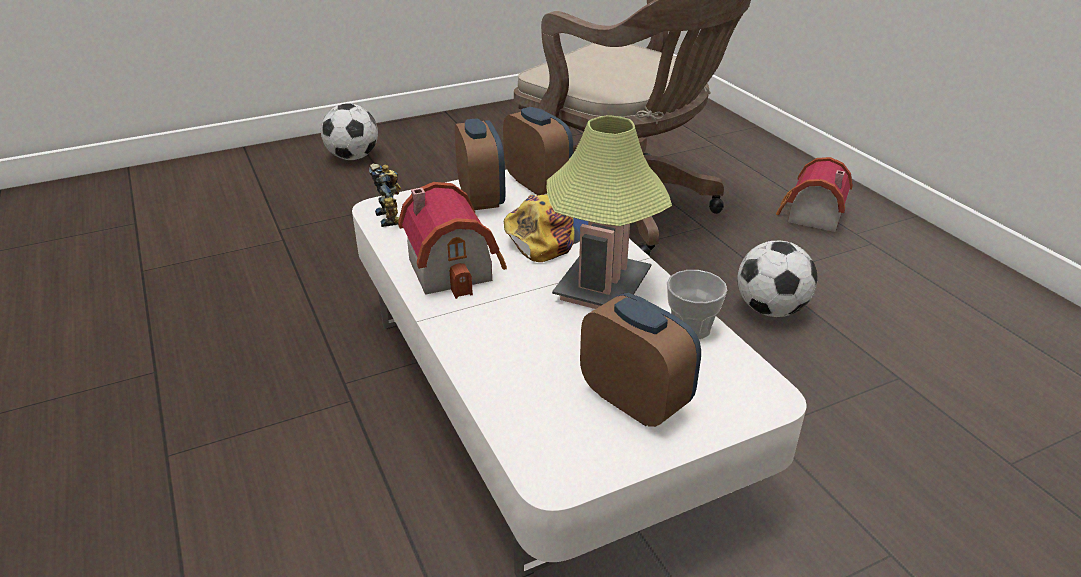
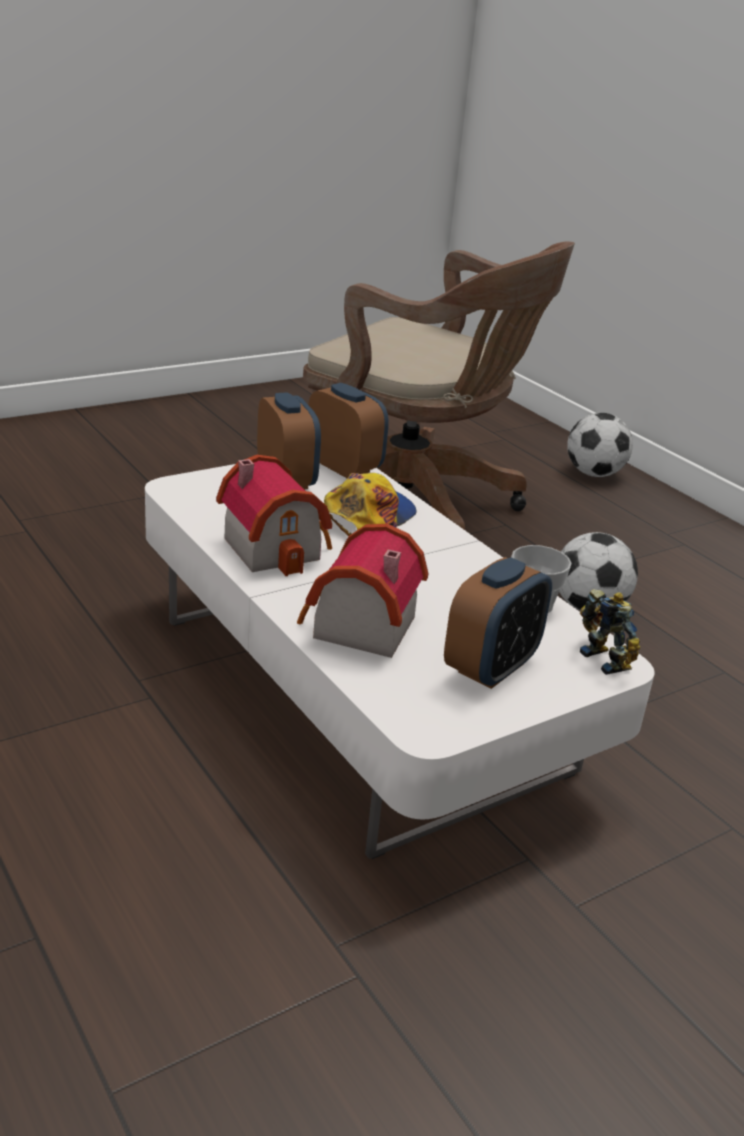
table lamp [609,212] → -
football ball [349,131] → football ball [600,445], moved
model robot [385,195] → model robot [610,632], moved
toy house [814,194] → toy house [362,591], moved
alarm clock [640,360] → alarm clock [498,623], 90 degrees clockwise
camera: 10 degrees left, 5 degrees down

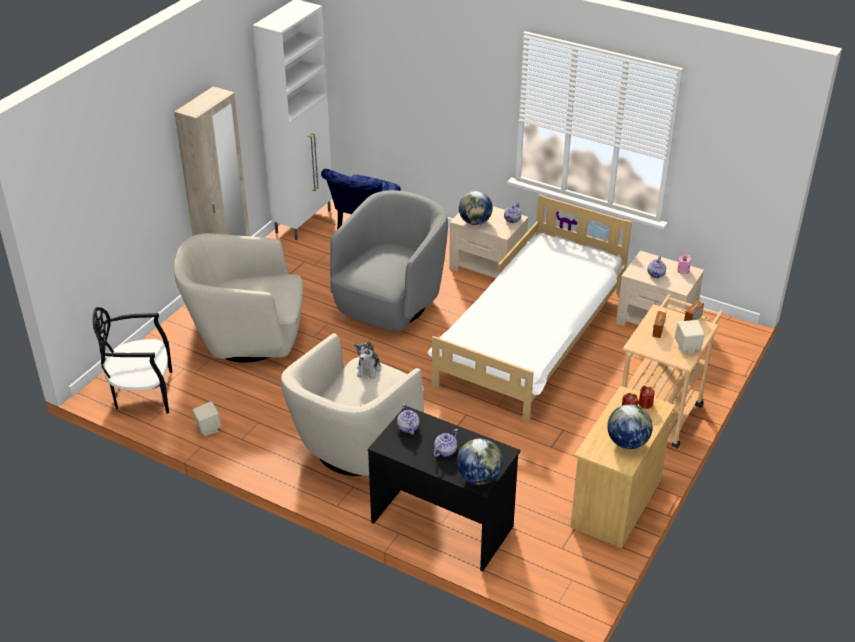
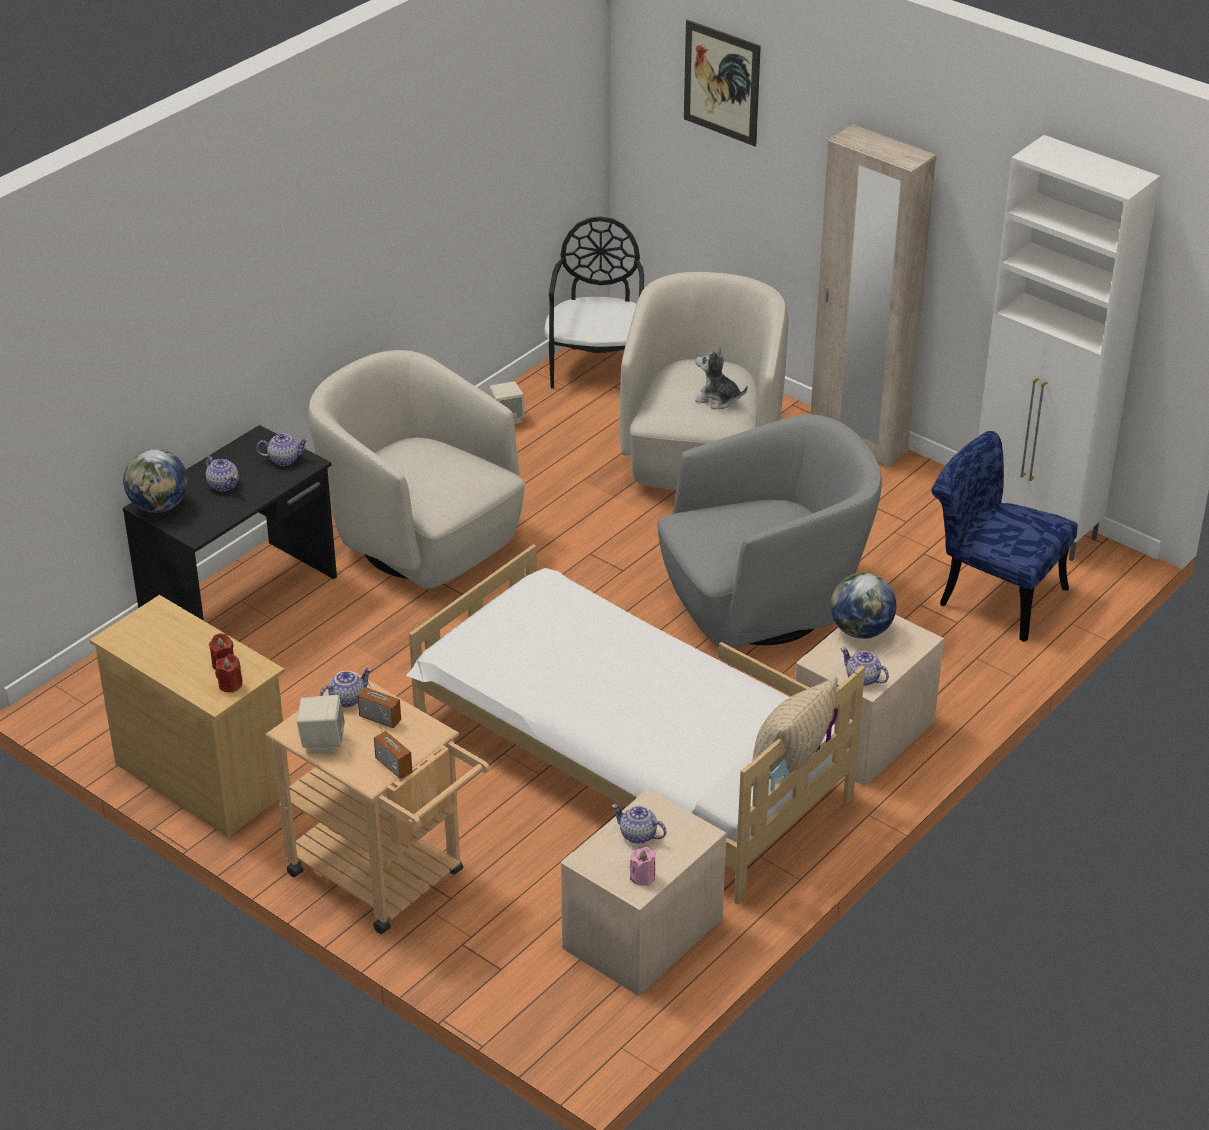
globe [630,426] → -
- → pot for tea [346,687]
- → picture [722,83]
- → beige pillow [794,731]
soft toy [368,360] → soft toy [721,378], moved
grey armchair [389,261] → grey armchair [769,531], 60 degrees counterclockwise
camera: 100 degrees right, 0 degrees up

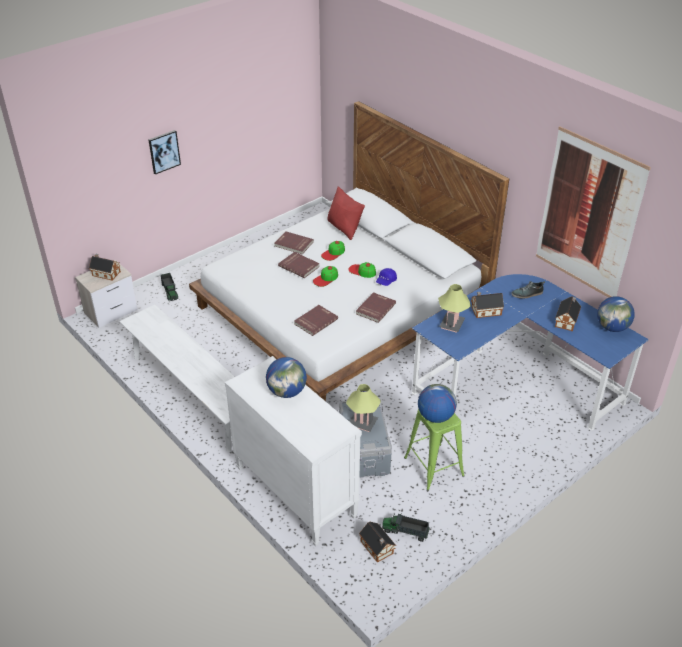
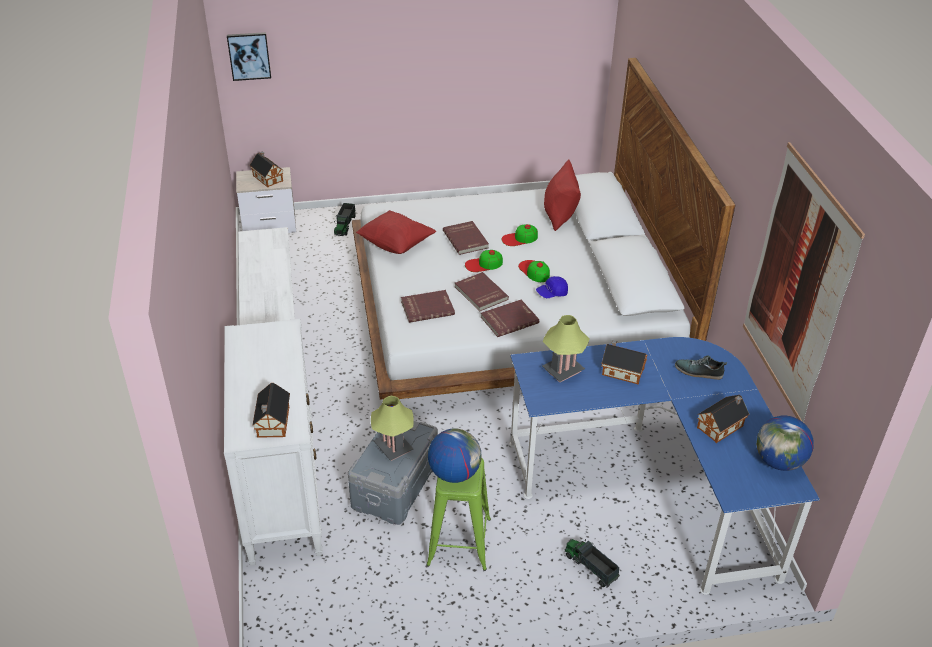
globe [286,377] → -
- → red-coloured pillow [396,232]
picture [164,152] → picture [249,56], moved
red-coloured bound book [294,242] → red-coloured bound book [482,291], moved
toy house [377,542] → toy house [271,410], moved
toy lorry [406,527] → toy lorry [592,563], moved
camera: 30 degrees right, 0 degrees up

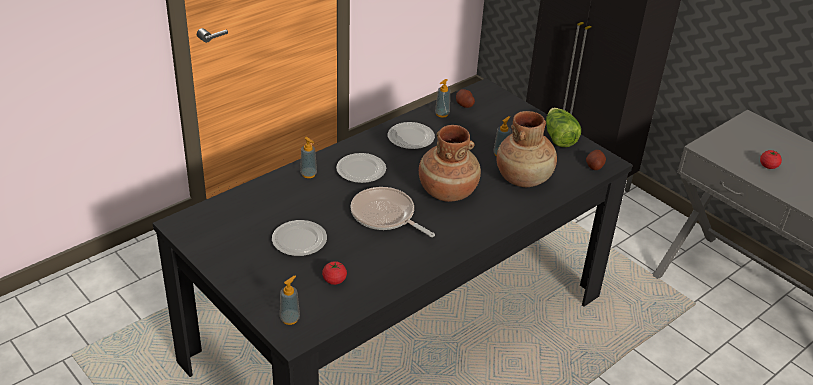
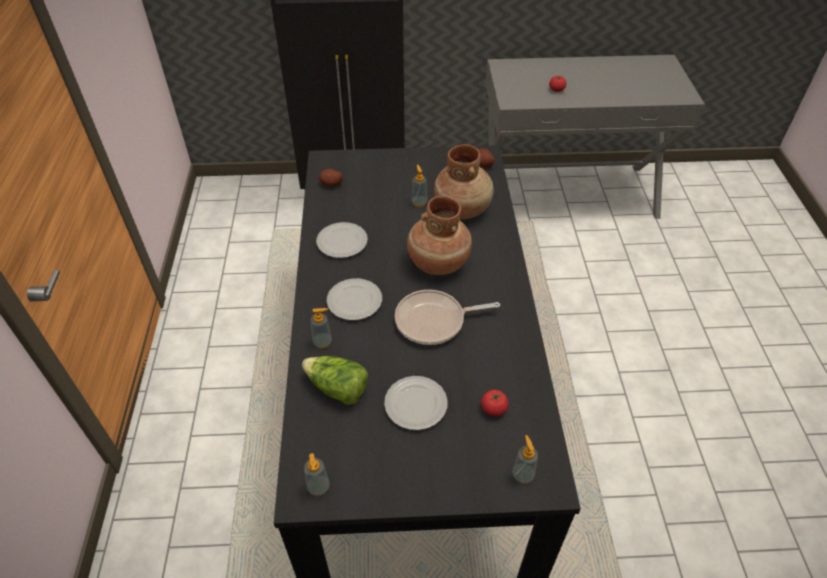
soap dispenser [442,98] → soap dispenser [317,474], moved
lettuce head [563,127] → lettuce head [335,380], moved
camera: 50 degrees left, 10 degrees up

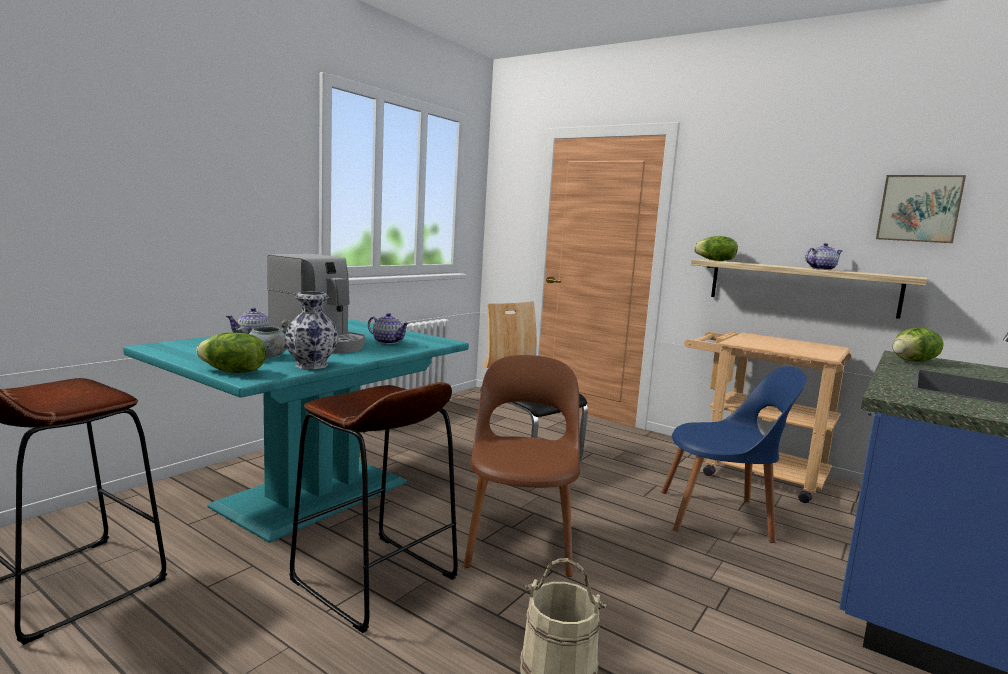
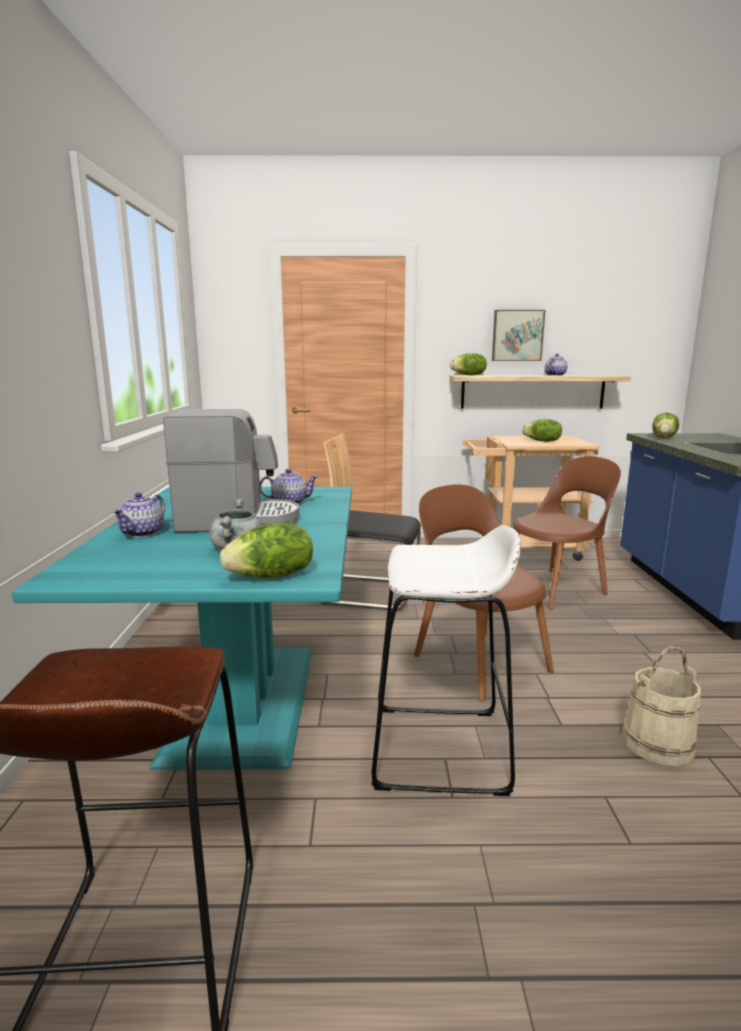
vase [311,330] → -
- → lettuce head [542,430]
picture [921,209] → picture [518,335], moved
brownish stool [373,507] → white-coloured stool [446,660]
blue plain chair [734,454] → brownish plain chair [567,532]
camera: 35 degrees left, 5 degrees up

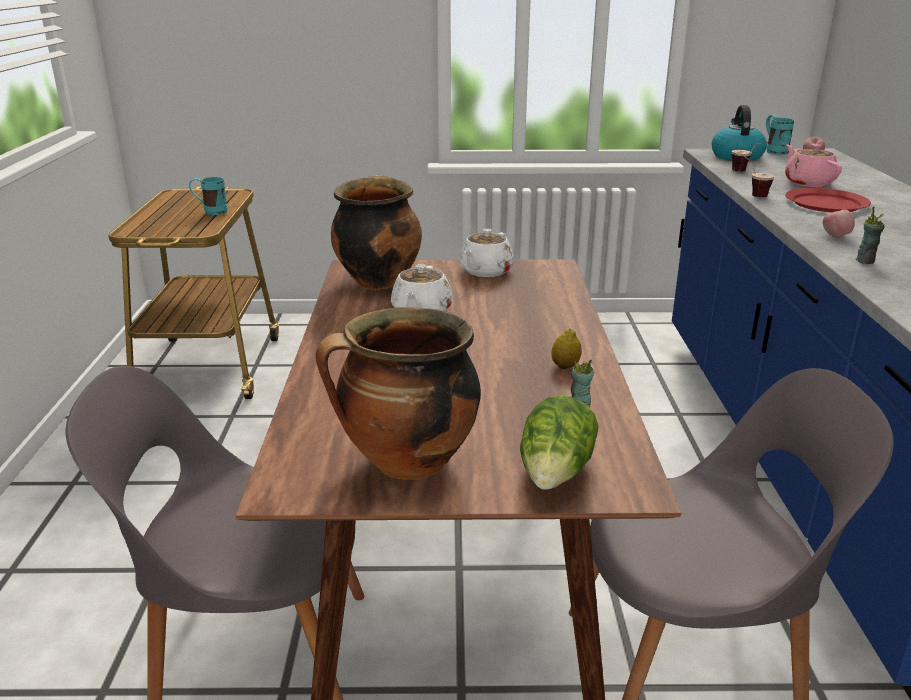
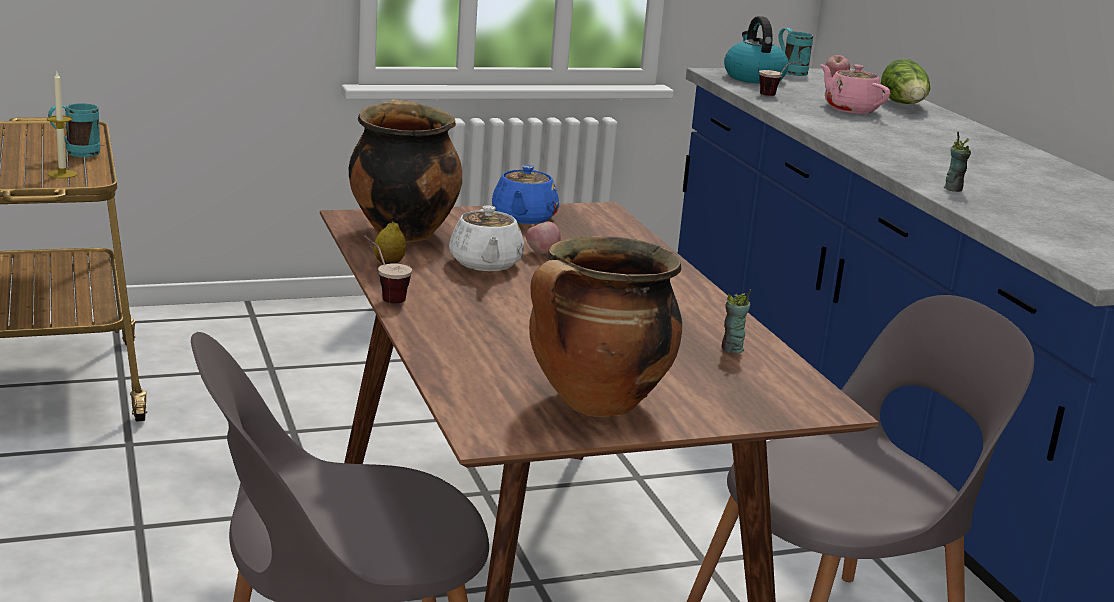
red-coloured dinner plate [828,200] → -
- → wax light [62,125]
lettuce head [559,442] → lettuce head [905,81], moved
lemon [566,348] → lemon [390,243], moved
drinking cup [758,176] → drinking cup [388,269], moved
apple fruit [839,223] → apple fruit [543,238], moved
white-coloured pot for tea [486,253] → blue pot for tea [525,194]
camera: 20 degrees left, 5 degrees down

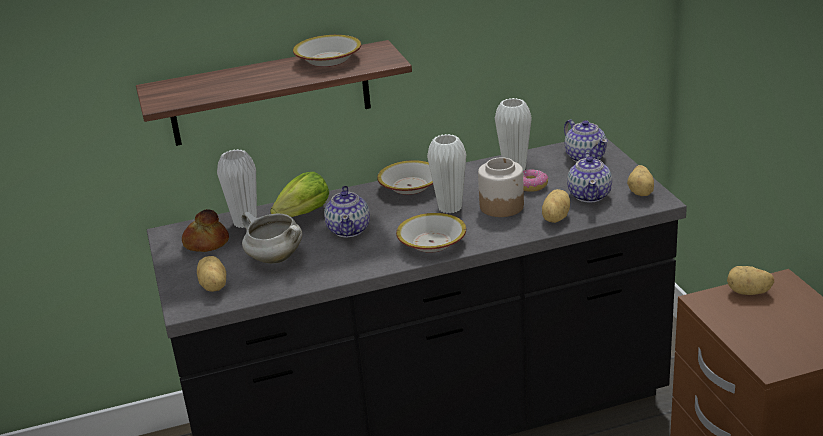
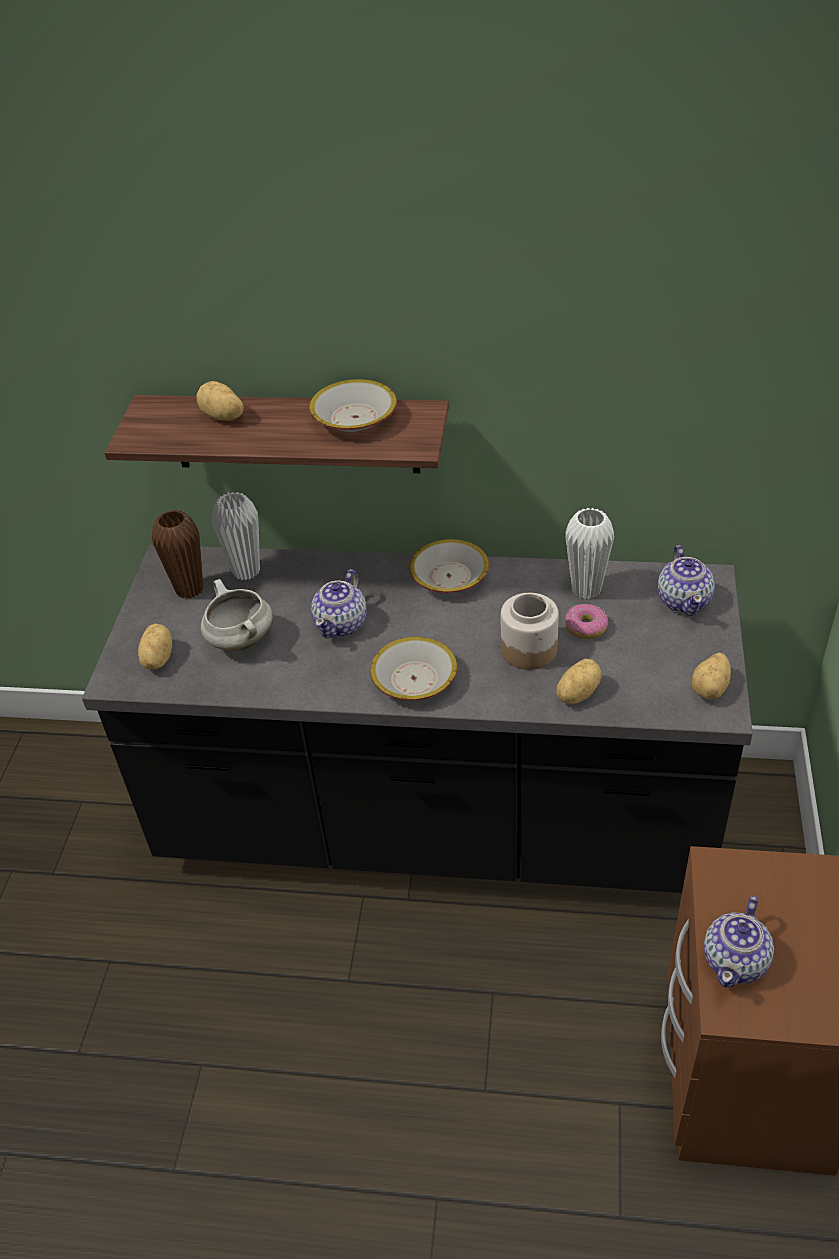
lettuce head [299,194] → -
white-coloured vase [446,174] → -
pot for tea [589,177] → pot for tea [739,942], moved
potato [750,280] → potato [220,401], moved
baked bread [205,230] → brownish vase [177,554]
camera: 25 degrees right, 15 degrees up

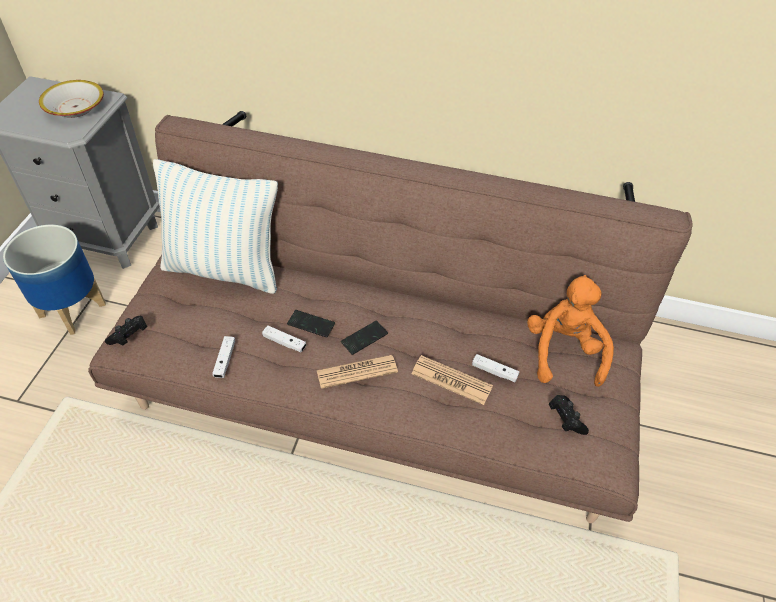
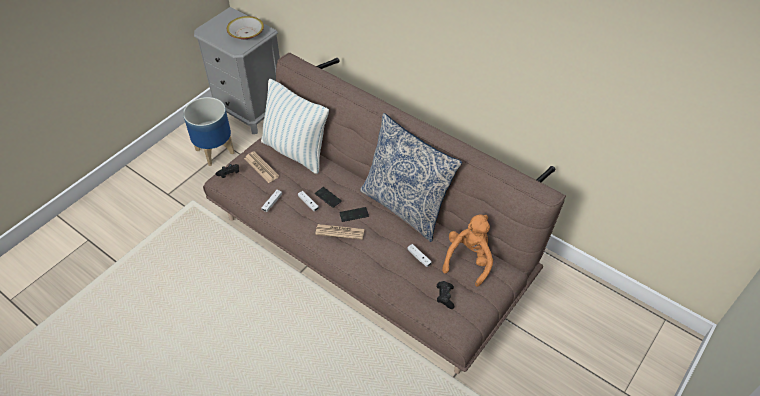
- → pillow [411,177]
newspaper [452,380] → newspaper [261,167], moved
camera: 25 degrees right, 0 degrees up

